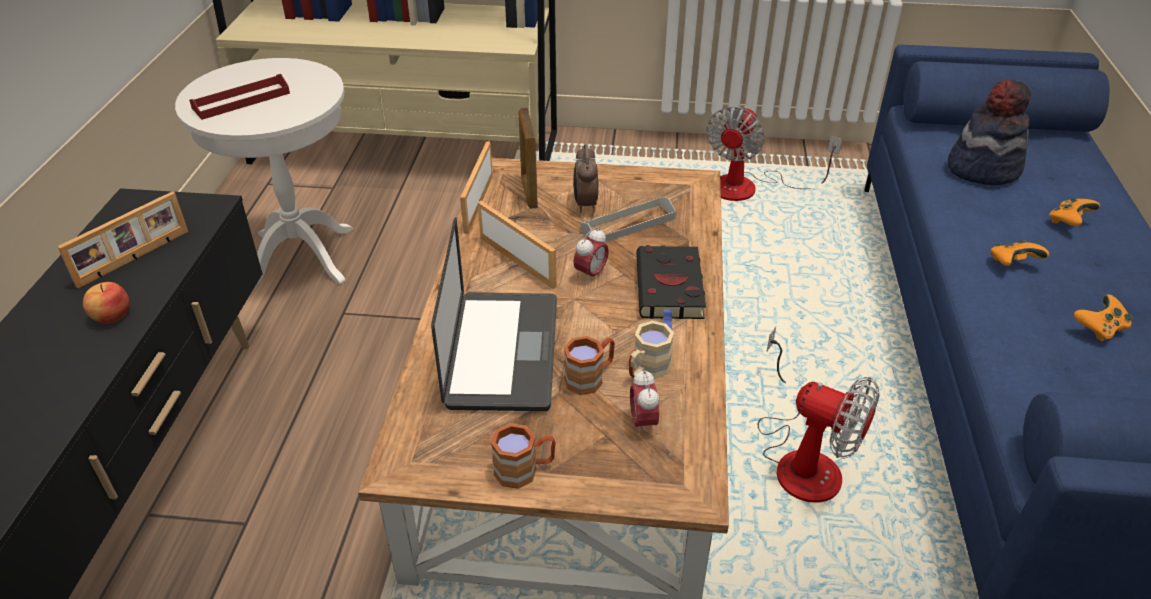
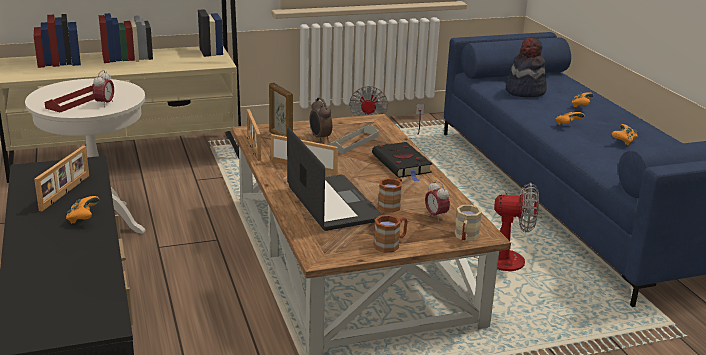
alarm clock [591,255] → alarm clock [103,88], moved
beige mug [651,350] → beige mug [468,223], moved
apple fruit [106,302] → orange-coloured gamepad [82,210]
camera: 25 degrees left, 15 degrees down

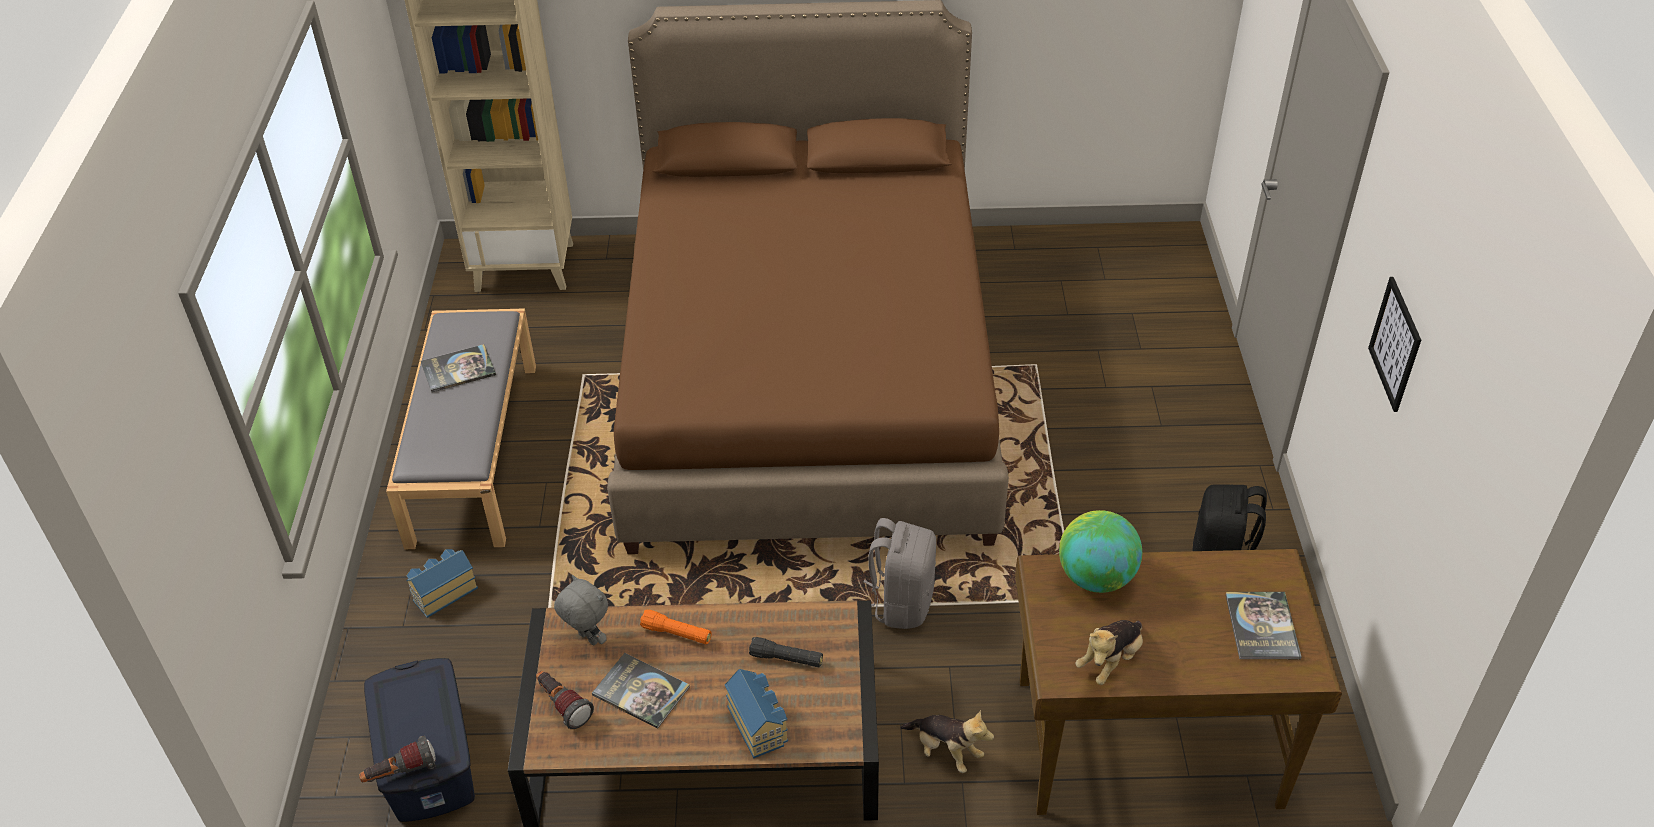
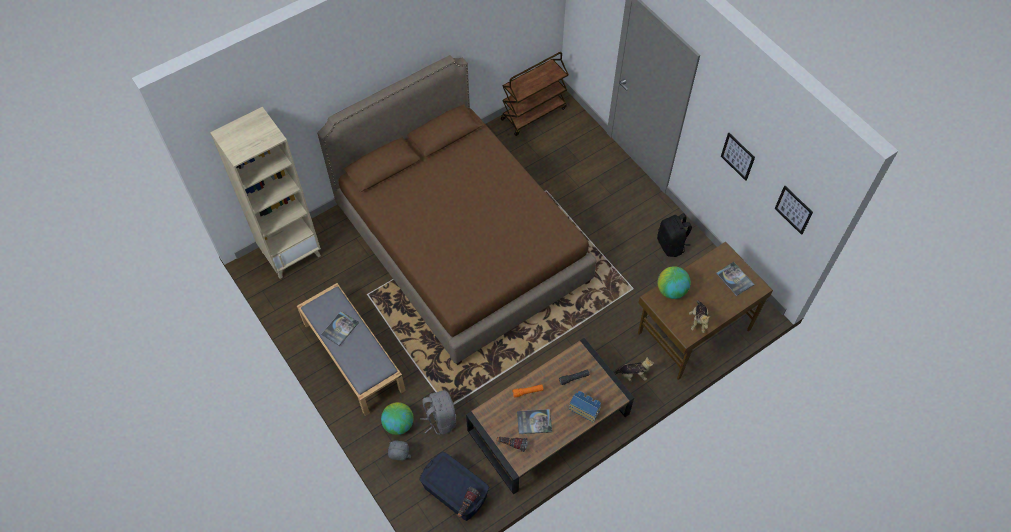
- → brownish trolley [535,94]
- → picture [794,210]
grey soft toy [581,610] → grey soft toy [399,451], moved
grey backpack [899,573] → grey backpack [438,412], moved
toy house [442,583] → globe [397,418]
camera: 35 degrees left, 15 degrees up

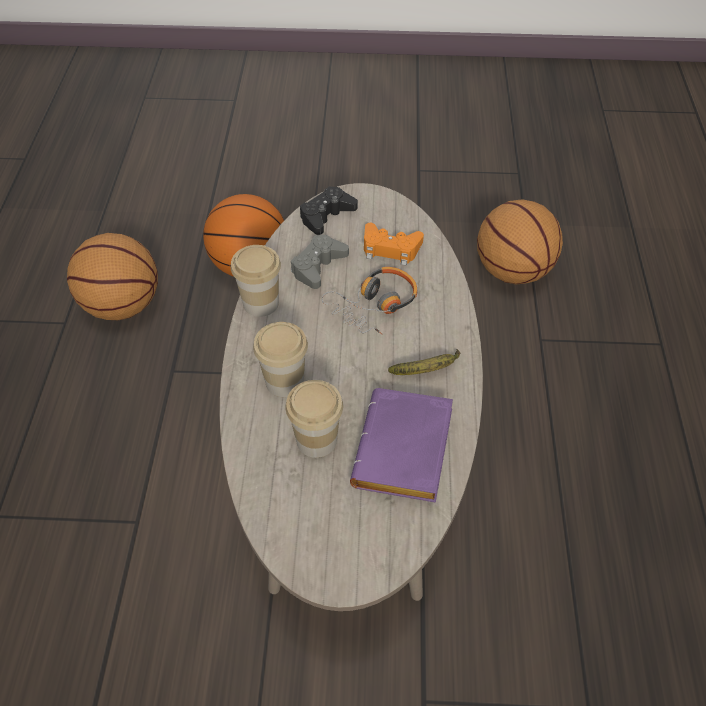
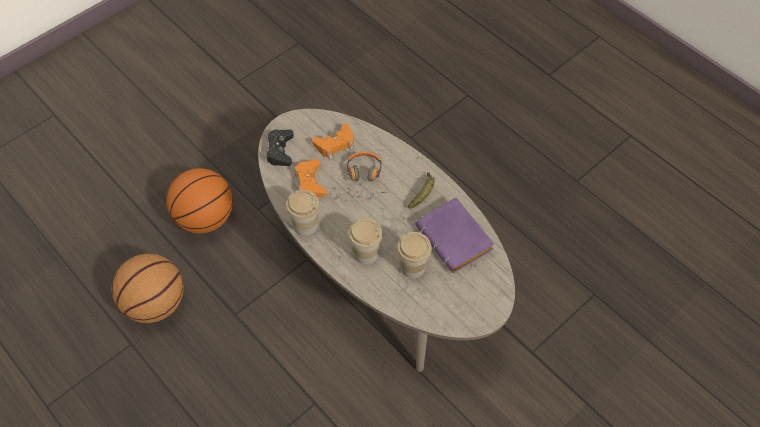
basketball ball [520,242] → -
grey gamepad [320,262] → orange-coloured gamepad [311,178]
camera: 45 degrees left, 5 degrees up

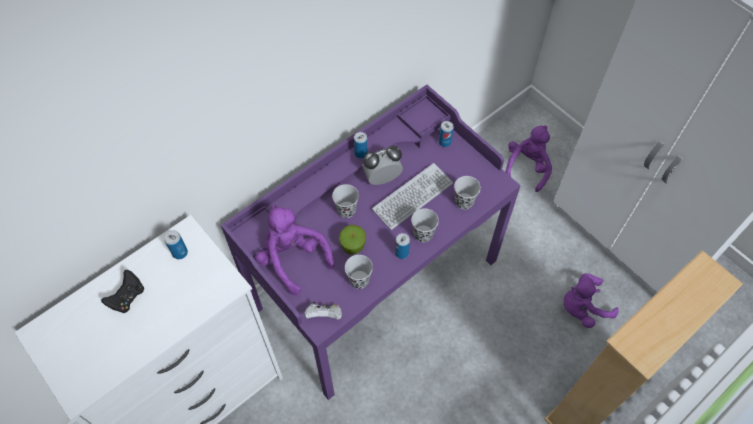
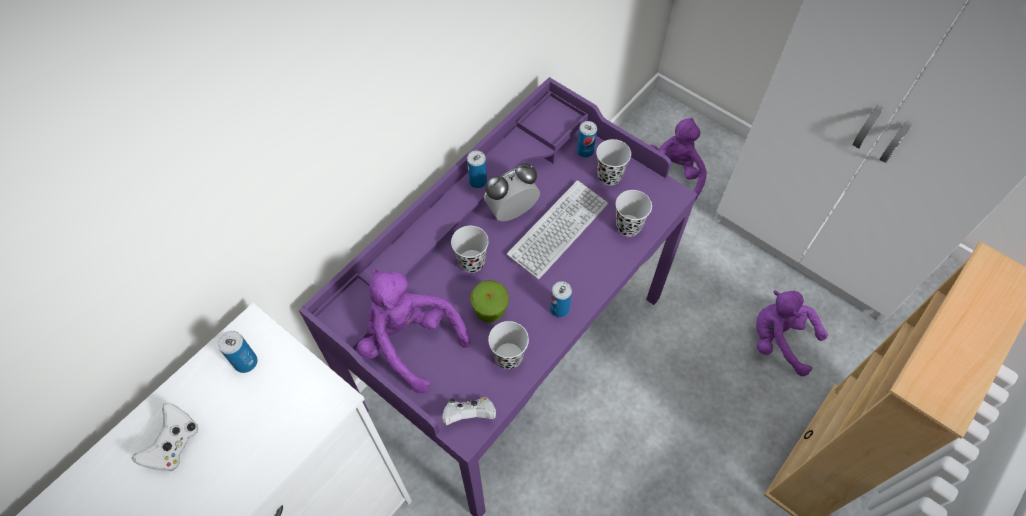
blackish drinking cup [425,225] → blackish drinking cup [613,162], moved
blackish gamepad [122,291] → white-coloured gamepad [165,437]
purple-coloured soft toy [591,300] → purple-coloured soft toy [792,333], 60 degrees clockwise
camera: 10 degrees left, 0 degrees up

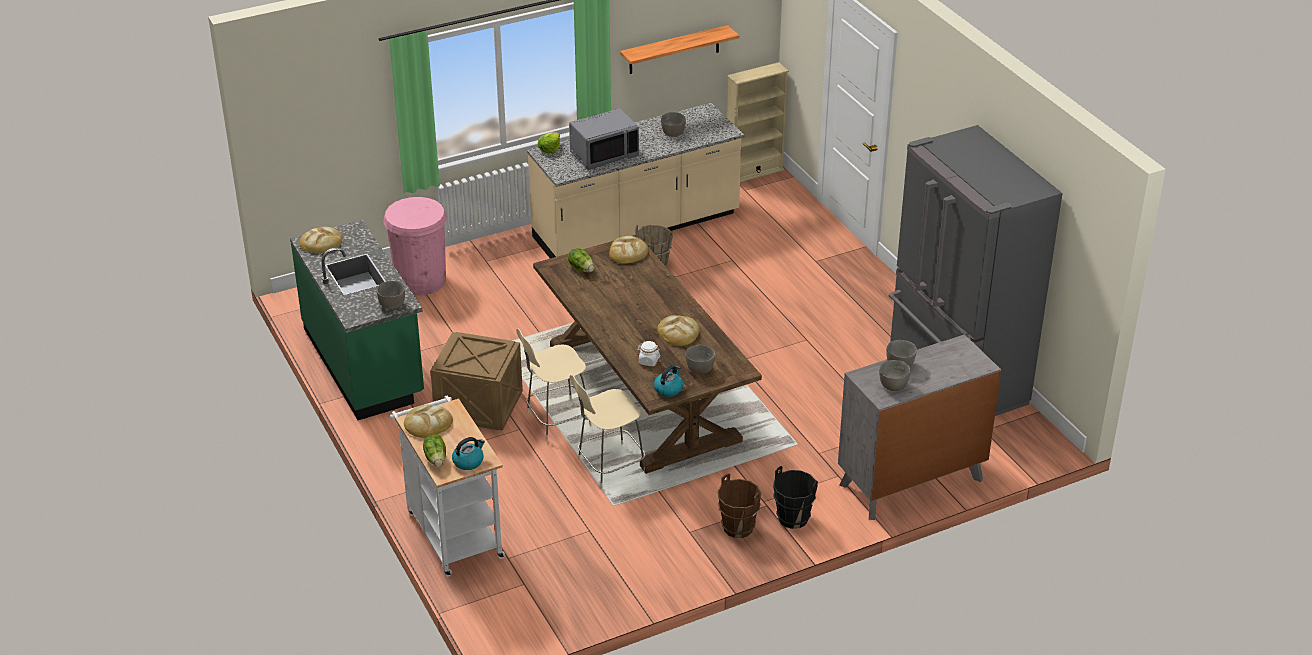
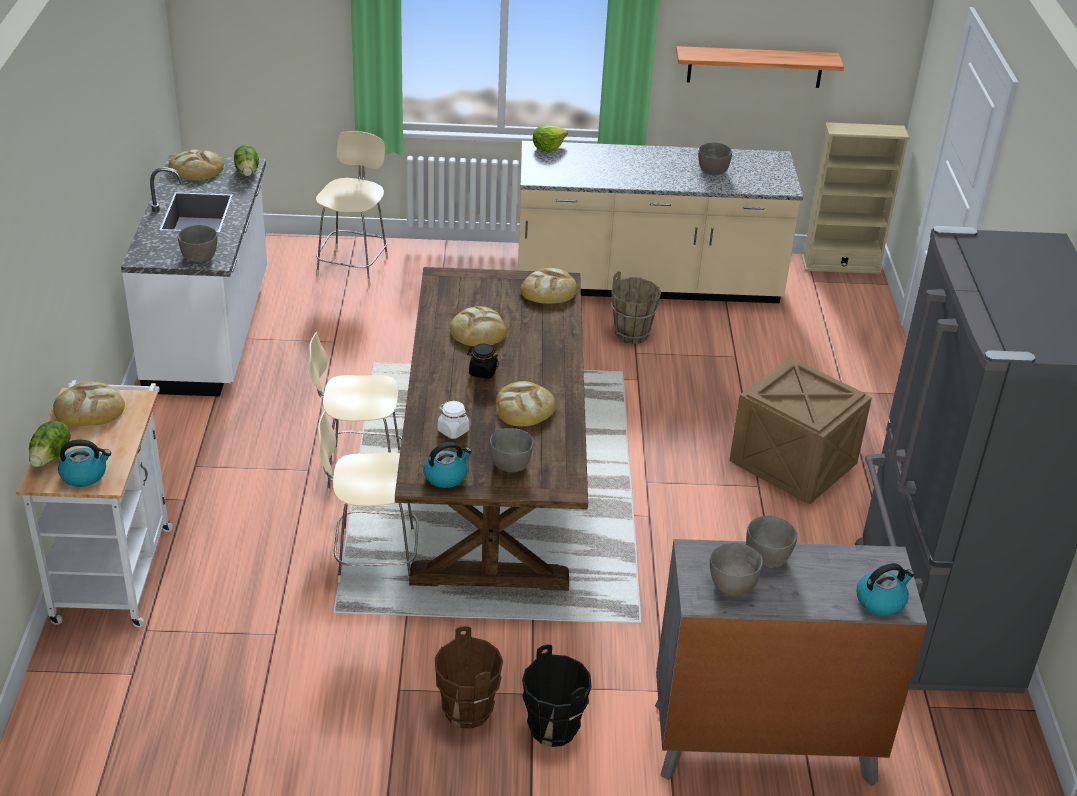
grey kitchen microwave [604,139] → -
- → baked bread [478,326]
- → blackish preserve jar [483,361]
- → tea kettle [885,589]
crate [476,381] → crate [800,431], moved
lettuce head [581,260] → lettuce head [246,161], moved
pink-coloured waste bin [415,246] → beige plain chair [352,208]
green-coloured counter [357,320] → white-coloured counter [194,275]
camera: 25 degrees right, 0 degrees up

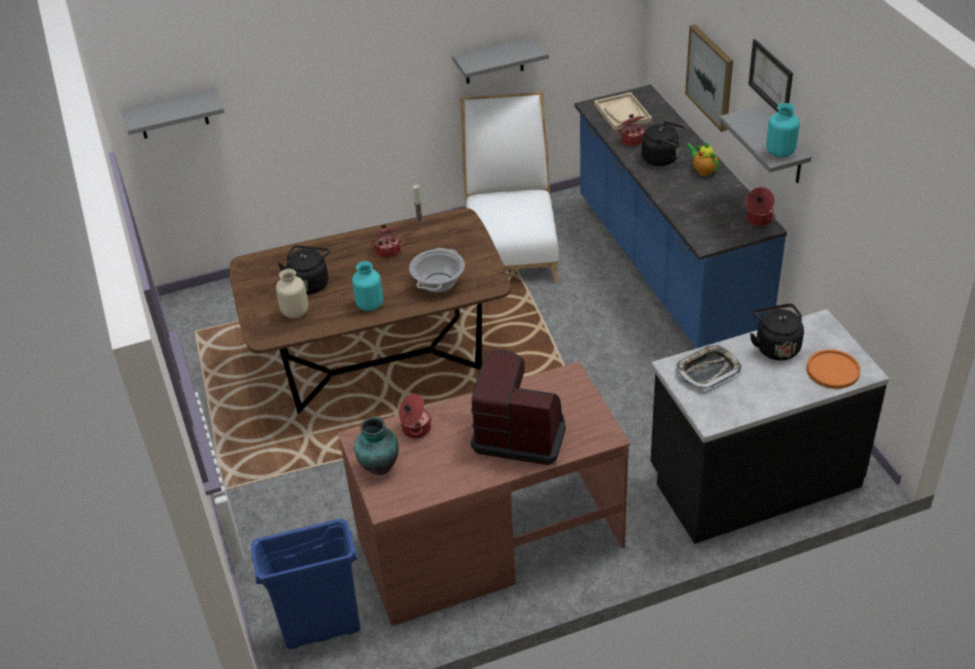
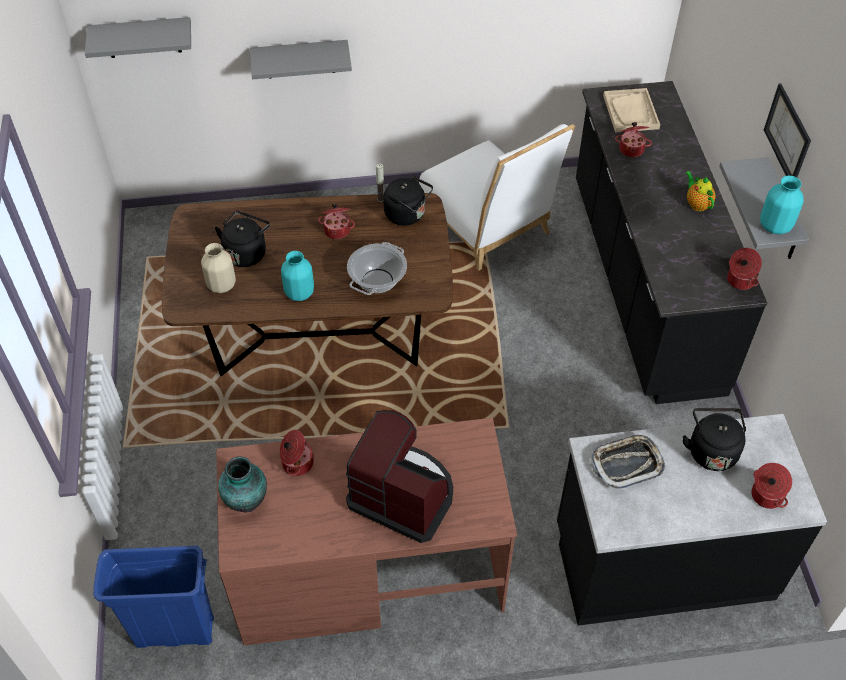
picture [709,78] → -
grey shelf [500,60] → grey shelf [301,59], moved
blackish tea kettle [662,143] → blackish tea kettle [408,201], moved
orange-coloured dinner plate [833,369] → stockpot [771,486]
blue counter [681,216] → blackish counter [671,242]
white-coloured plain chair [509,187] → white-coloured plain chair [497,197], 135 degrees clockwise
camera: 10 degrees right, 10 degrees up

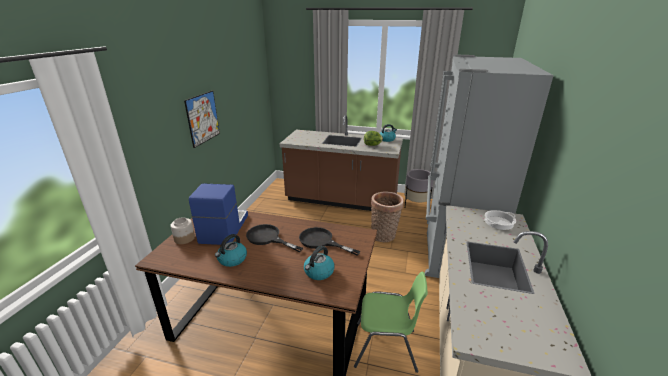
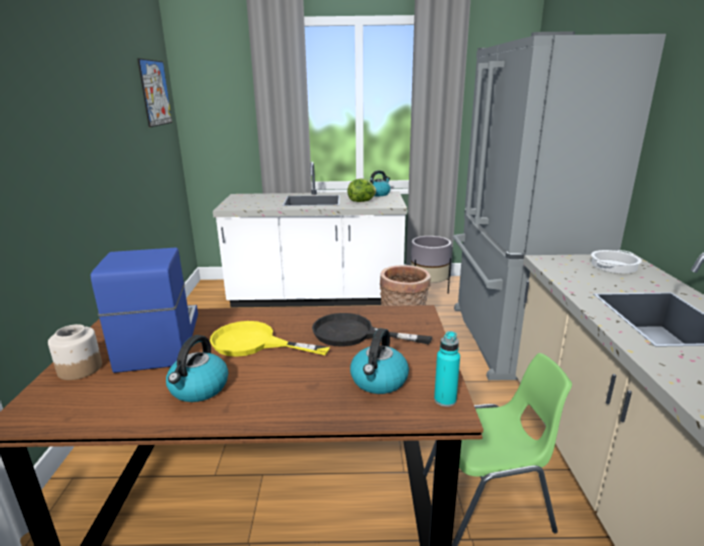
- → blue-green bottle [447,369]
picture [202,119] → picture [154,92], moved
blackish skillet [274,238] → yellow skillet [270,339]
brownish counter [341,163] → white-coloured counter [310,234]
camera: 15 degrees left, 5 degrees down

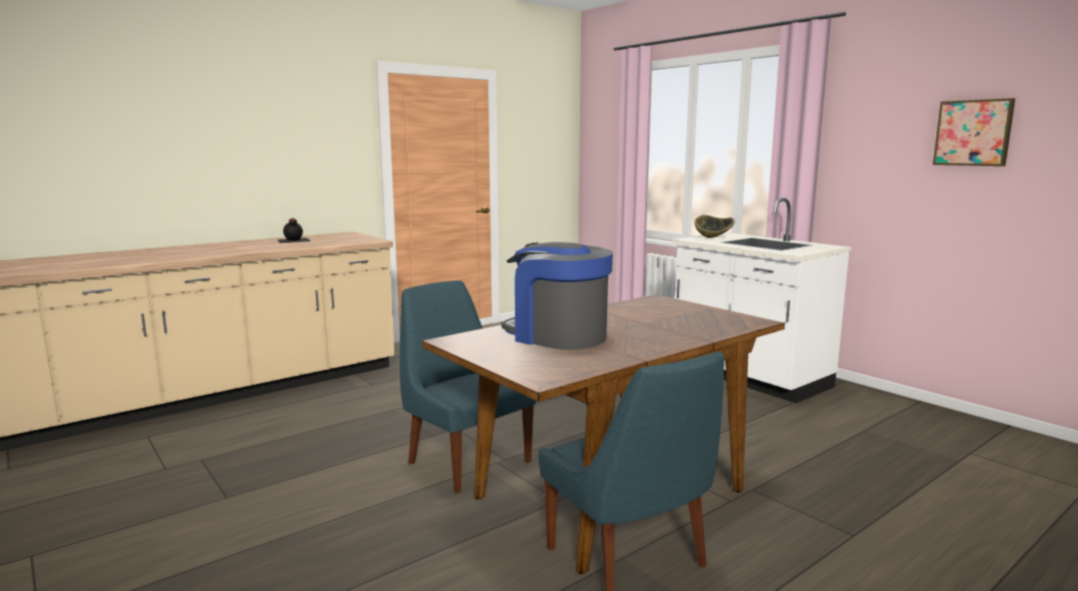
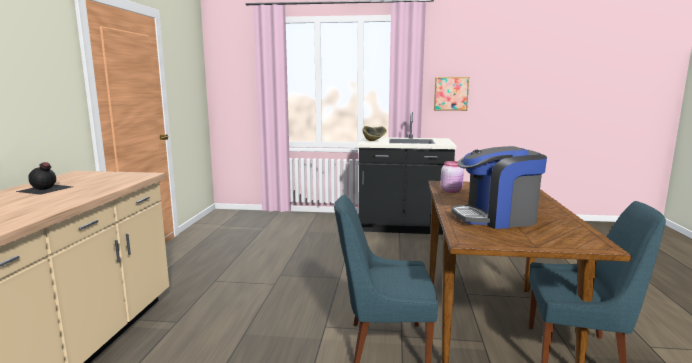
- → pink-coloured preserve jar [452,177]
picture [974,132] → picture [451,94], moved
white-coloured counter [762,300] → blackish counter [407,173]
camera: 45 degrees left, 0 degrees up

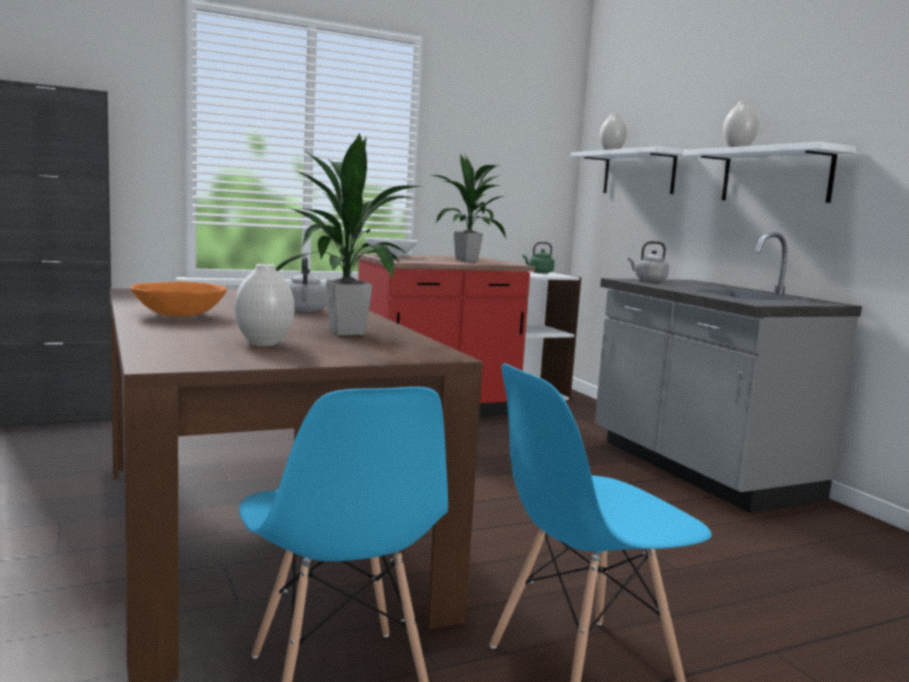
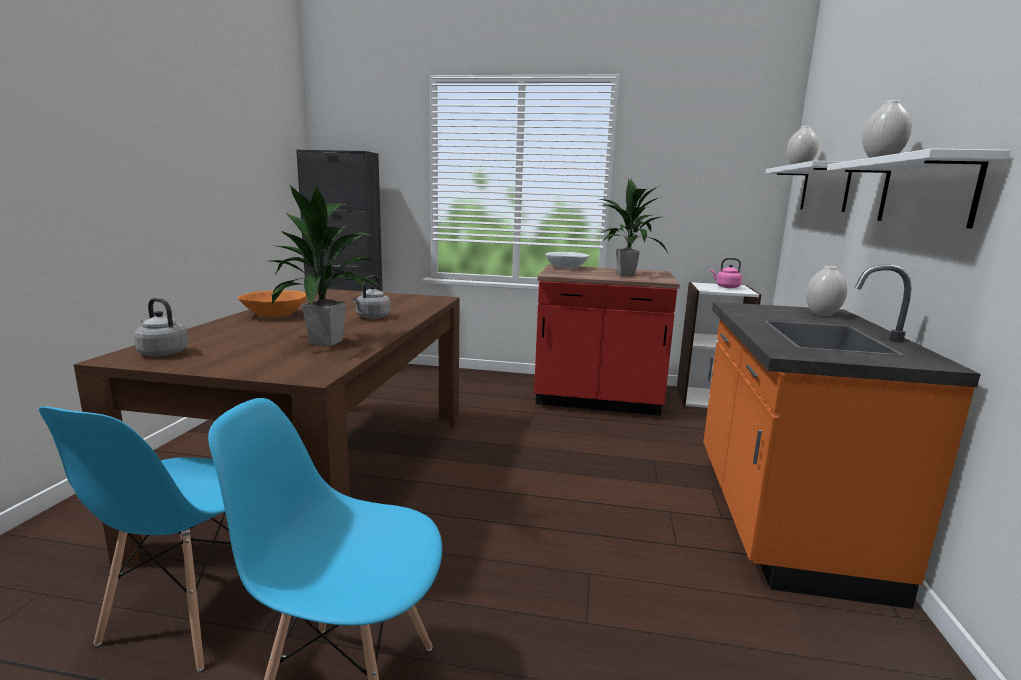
white-coloured vase [264,305] → white-coloured vase [826,291], moved
grey tea kettle [648,261] → grey tea kettle [161,327], moved
green-coloured tea kettle [539,258] → pink-coloured tea kettle [726,273]
grey counter [728,372] → orange-coloured counter [842,436]
camera: 35 degrees right, 5 degrees up

